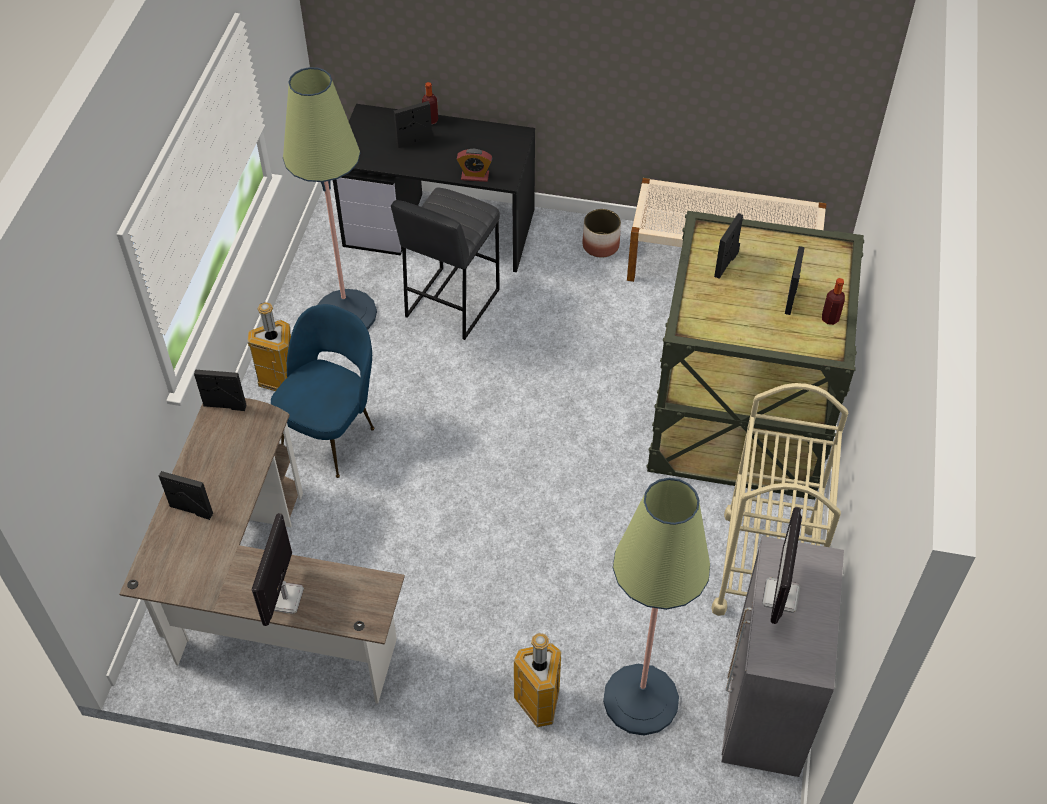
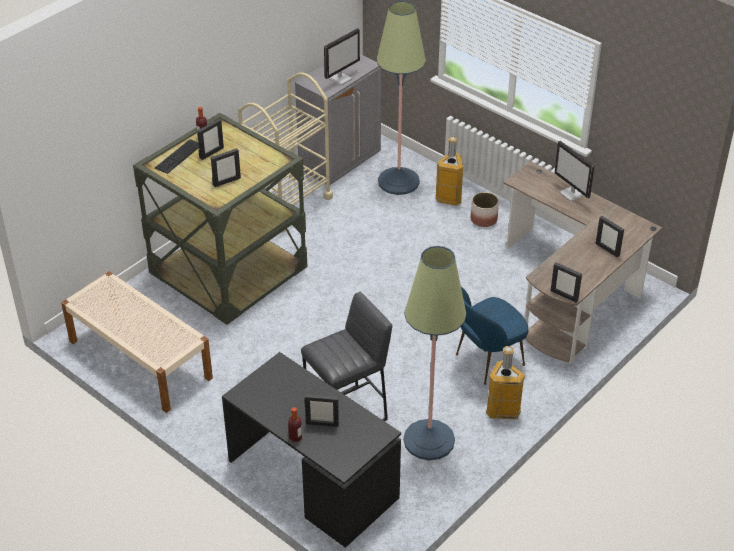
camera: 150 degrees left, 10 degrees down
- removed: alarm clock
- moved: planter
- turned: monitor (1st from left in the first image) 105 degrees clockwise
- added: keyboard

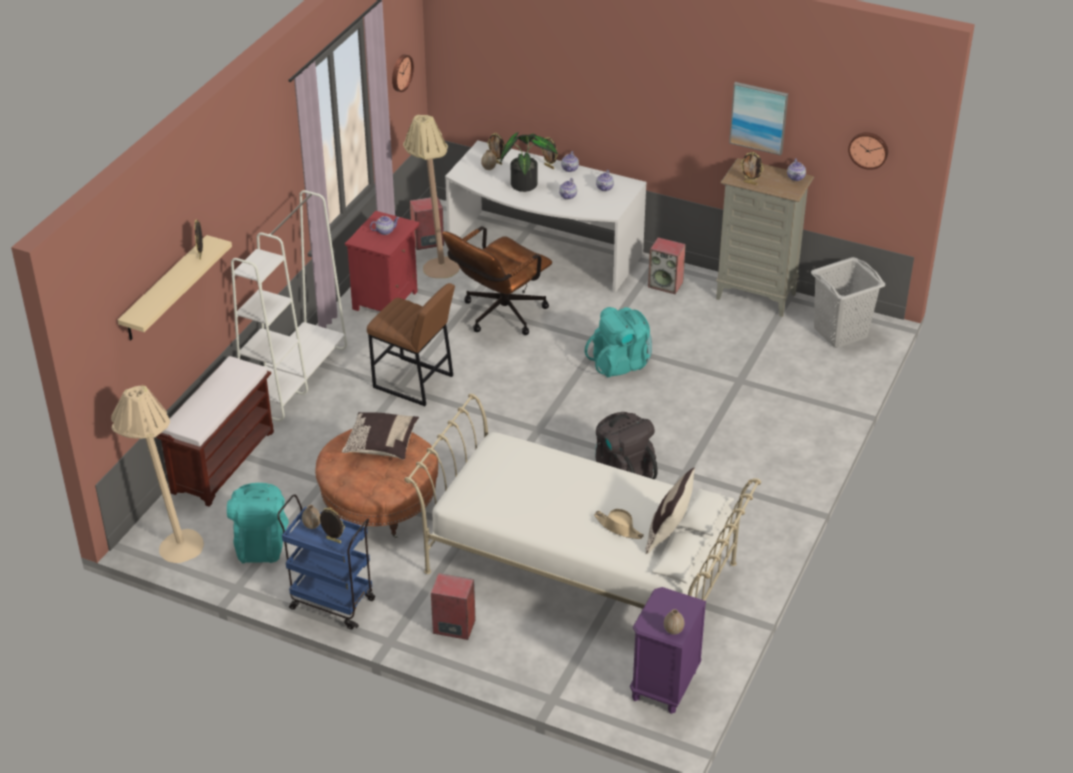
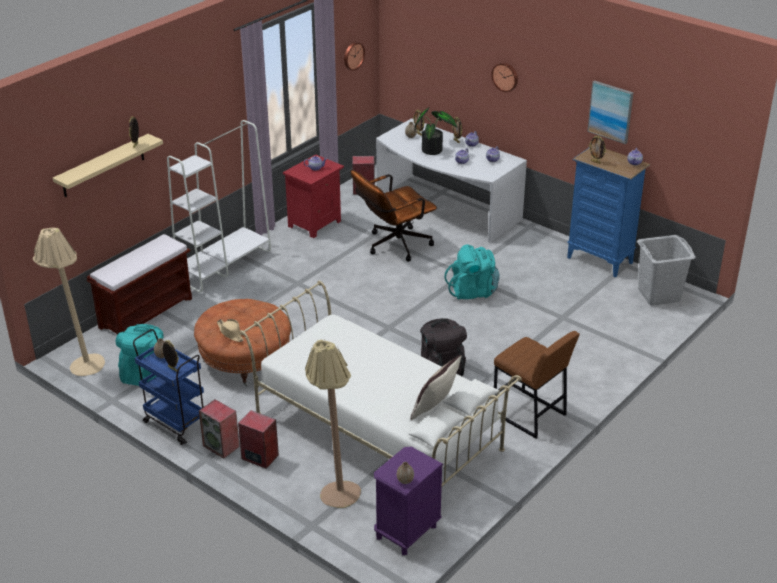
camera: 15 degrees right, 5 degrees down
- moved: beige floor lamp (2nd from left)
- moved: wall clock (2nd from left)
- recoloured: grey dresser to blue dresser
- moved: speaker (3rd from left in the first image) to speaker (1st from left)
- moved: brown chair
- removed: pillow (1st from left)
- moved: beige hat

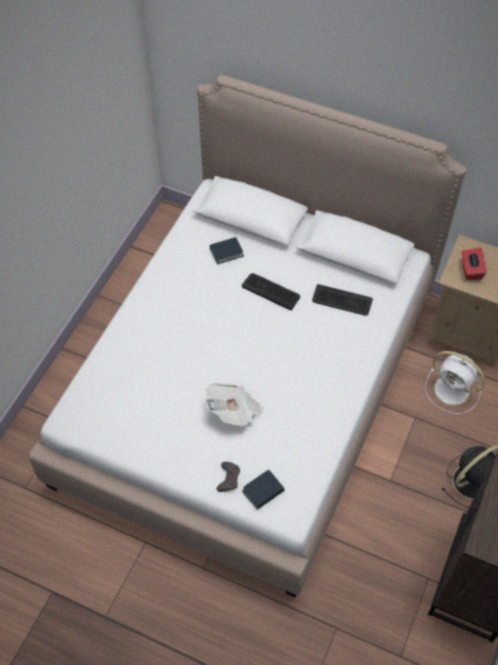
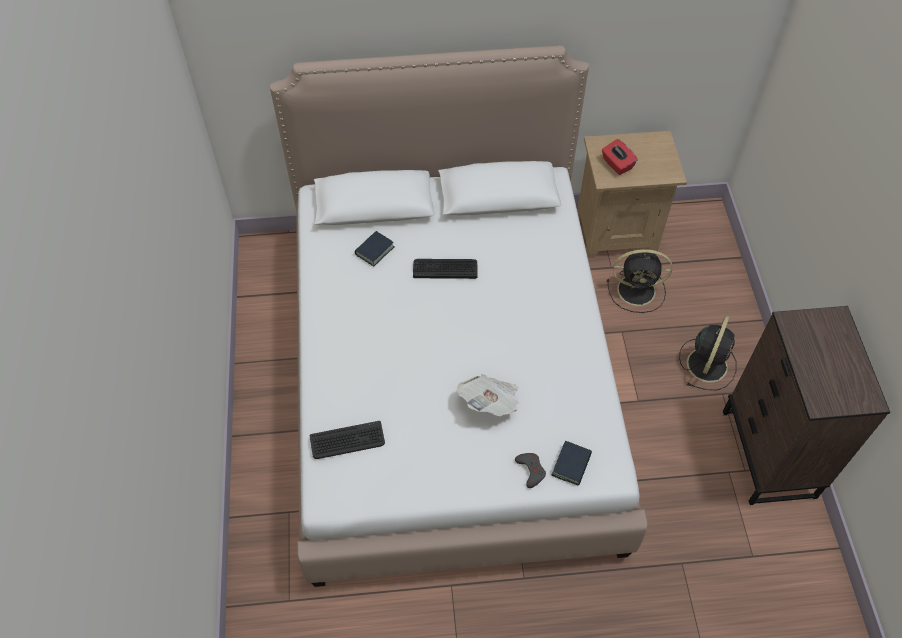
camera: 30 degrees left, 0 degrees up
- moved: keyboard (2nd from left in the first image) to keyboard (1st from left)
- recoloured: white fan to black fan (1st from left)

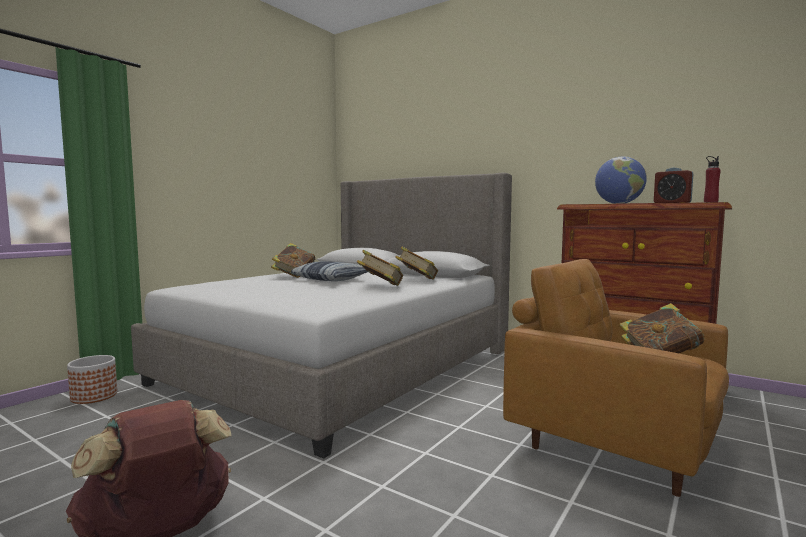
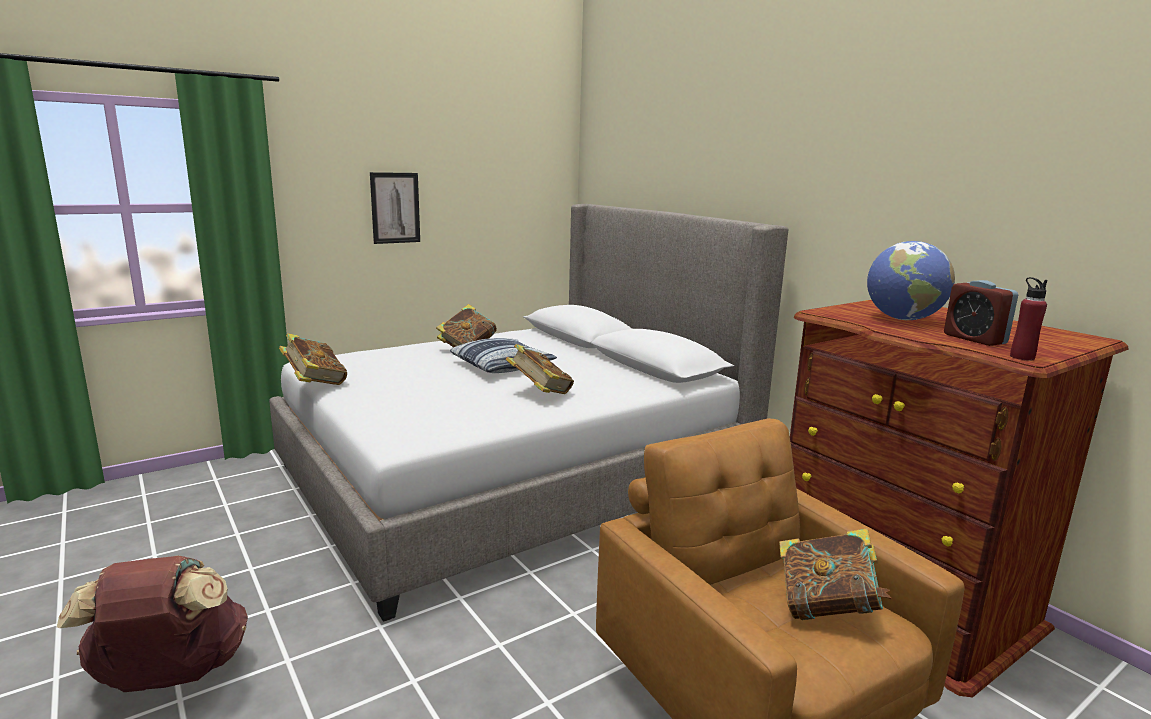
camera: 20 degrees right, 10 degrees up
- moved: book (3rd from left in the first image) to book (1st from left)
- removed: planter
- added: picture

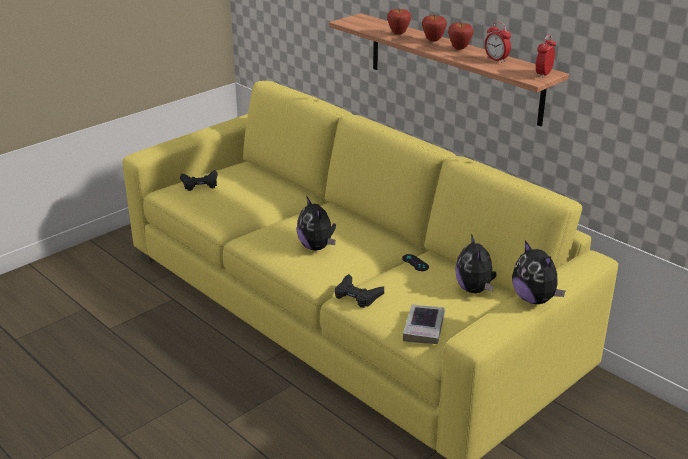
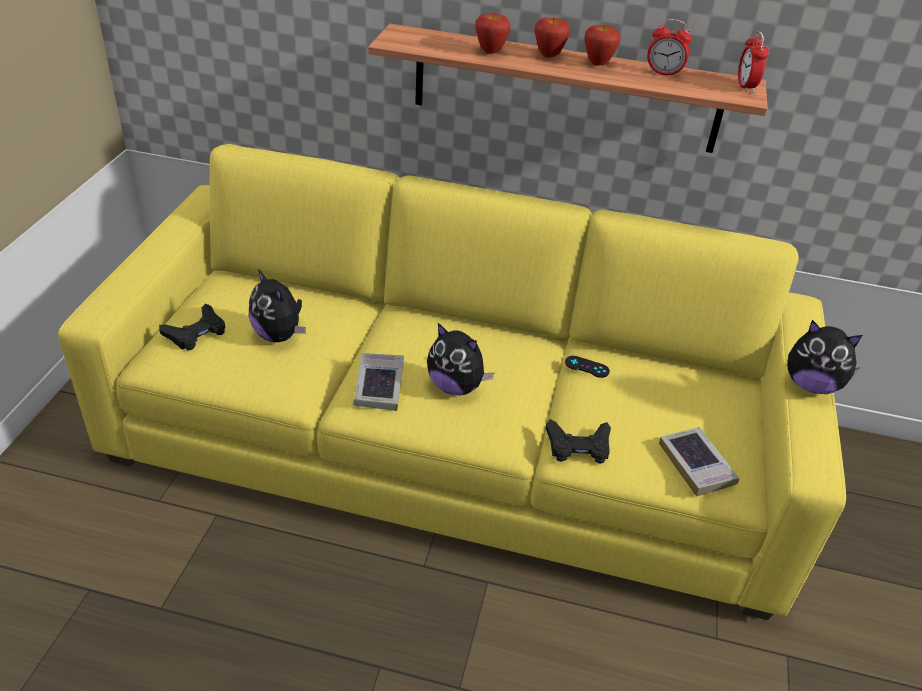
camera: 35 degrees left, 10 degrees up
- moved: plush toy (2nd from left in the first image) to plush toy (1st from left)
- added: book (1st from left)

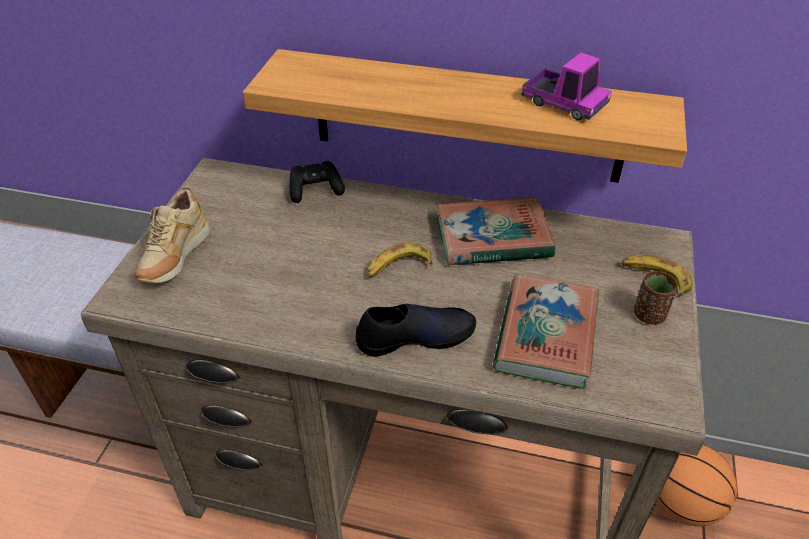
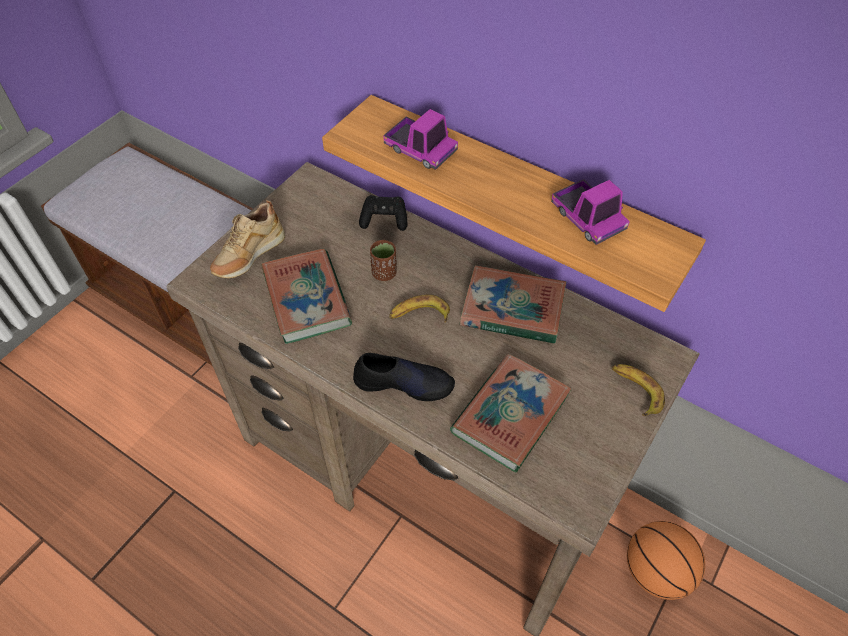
camera: 20 degrees right, 10 degrees up
- moved: brown cup
- added: toy truck (1st from left)
- added: book (1st from left)

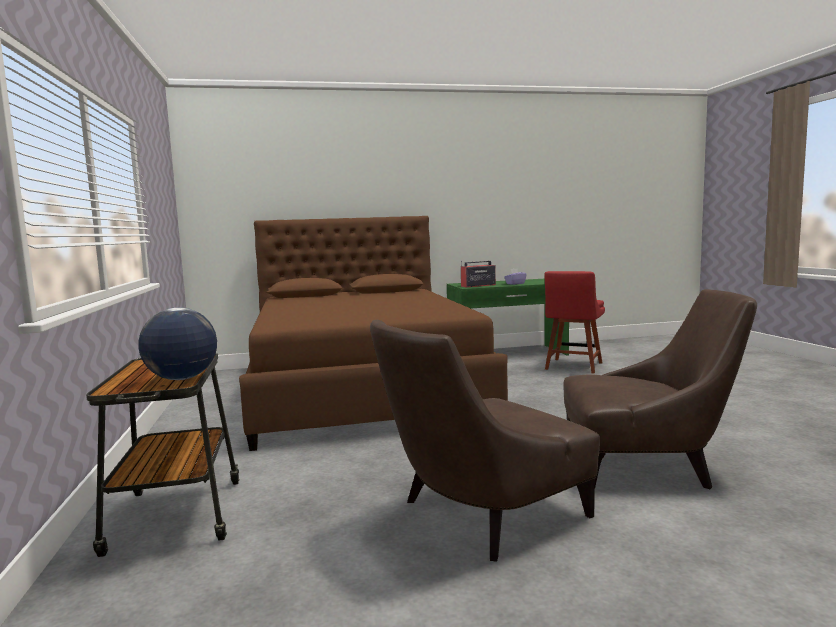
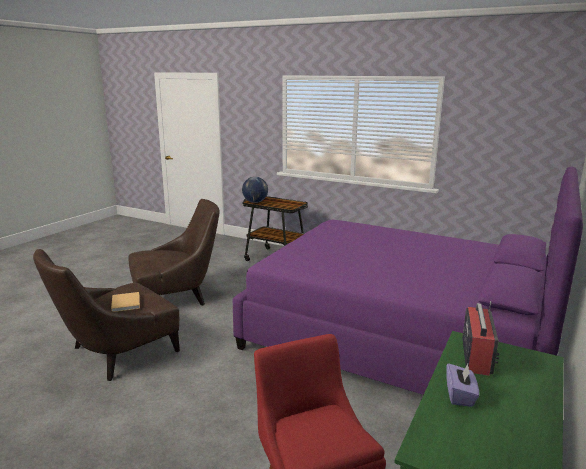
camera: 130 degrees right, 10 degrees up
- recoloured: brown bed to purple bed
- turned: brown armchair (1st from left in the first image) 60 degrees clockwise
- added: beige book

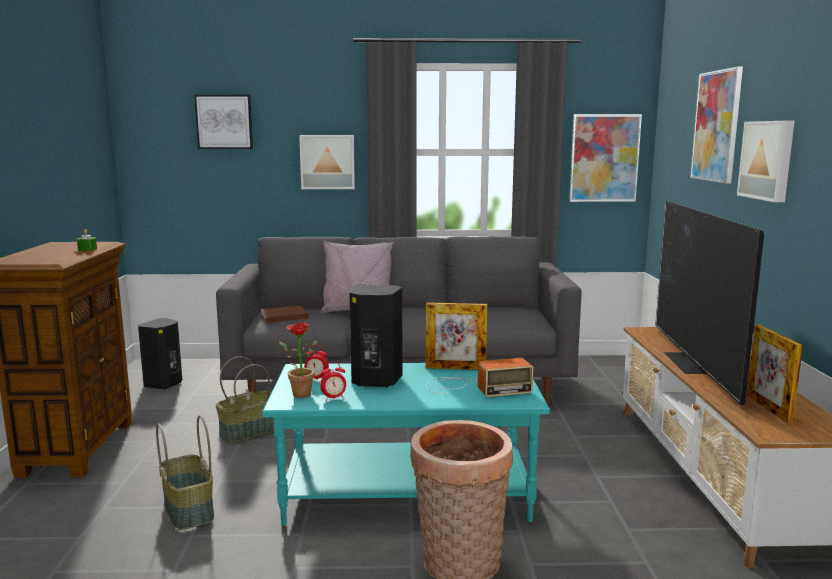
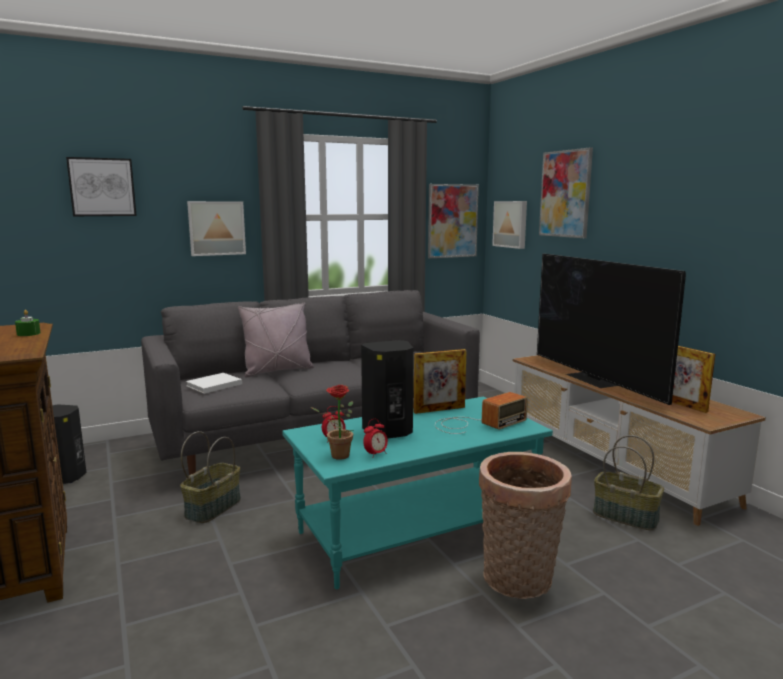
camera: 25 degrees left, 0 degrees up
- moved: picture (5th from left in the first image) to picture (4th from left)
- recoloured: brown book to white book
- moved: basket (1st from left in the first image) to basket (3rd from left)

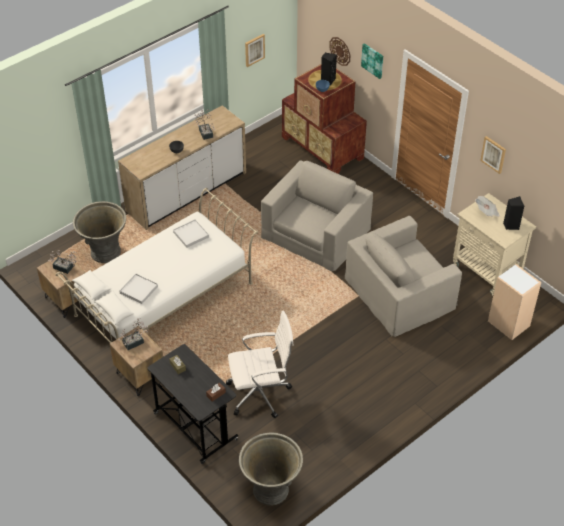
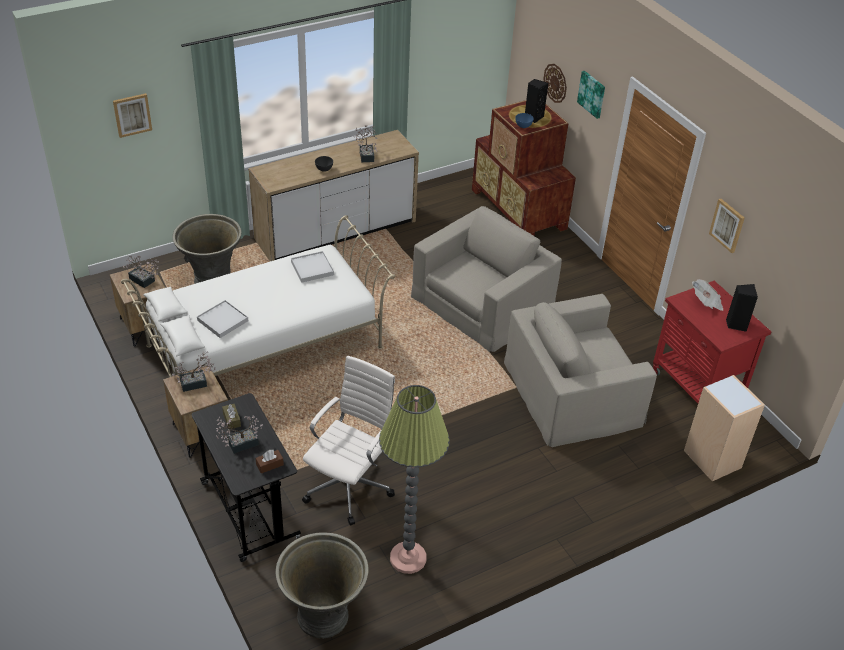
camera: 10 degrees right, 5 degrees down
- moved: picture (1st from left)
- recoloured: beige cart to red cart
- turned: white office chair 60 degrees counterclockwise
- added: floor lamp
- added: potted plant (3rd from left)

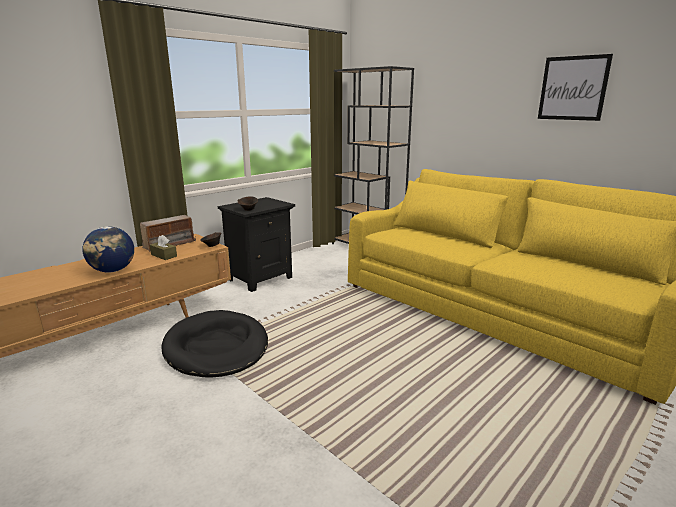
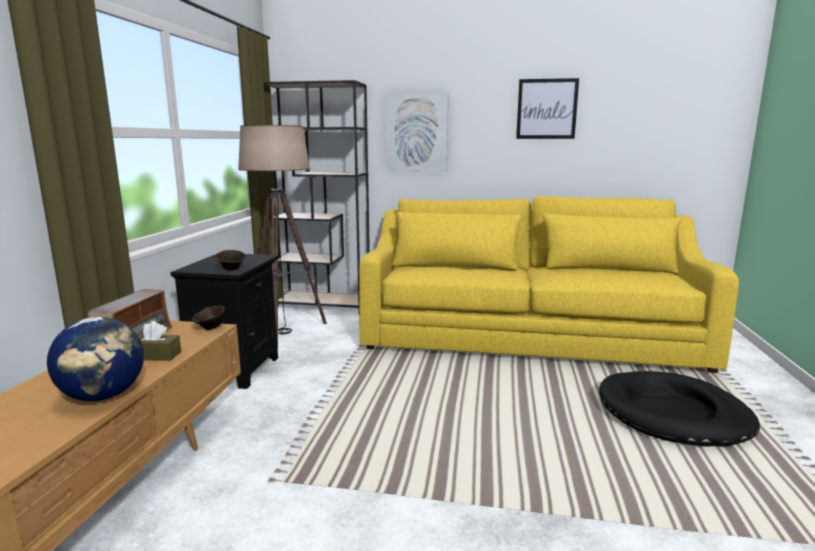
camera: 35 degrees left, 5 degrees down
- moved: black dog bed
- added: picture (1st from left)
- added: floor lamp

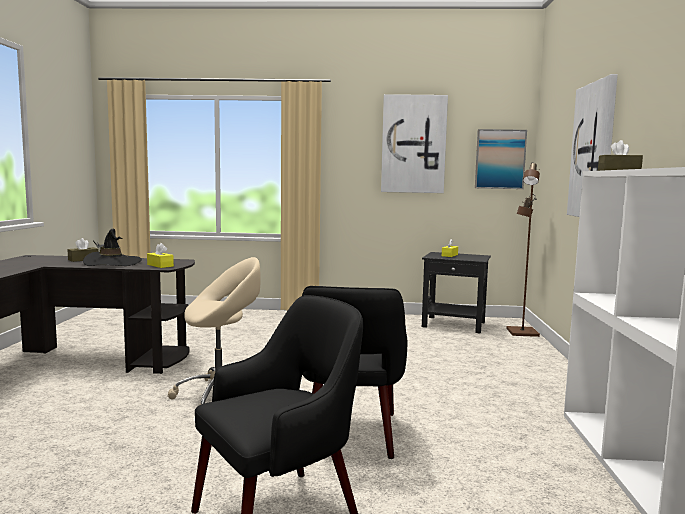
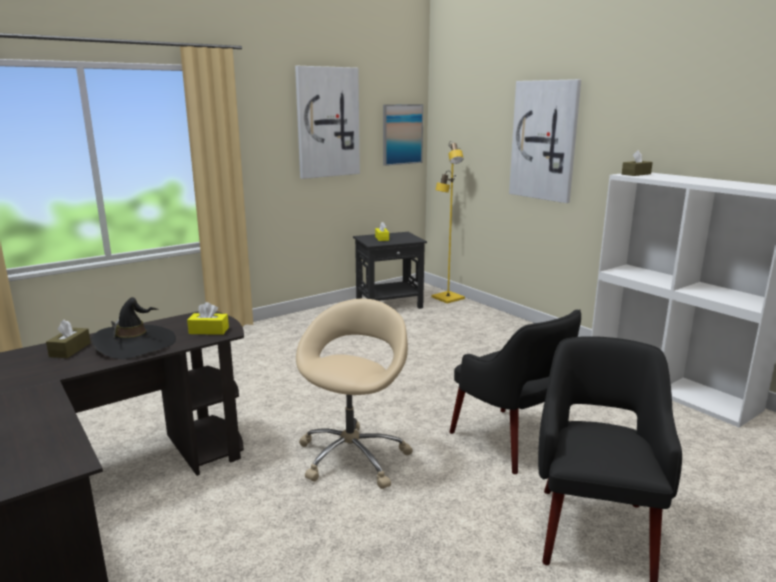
camera: 40 degrees left, 10 degrees up
- recoloured: brown floor lamp to yellow floor lamp

